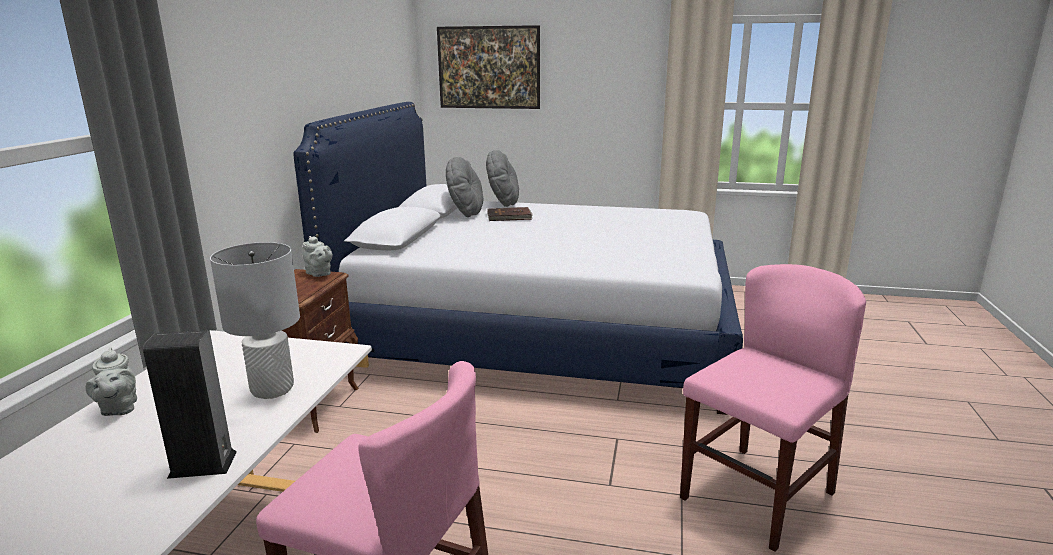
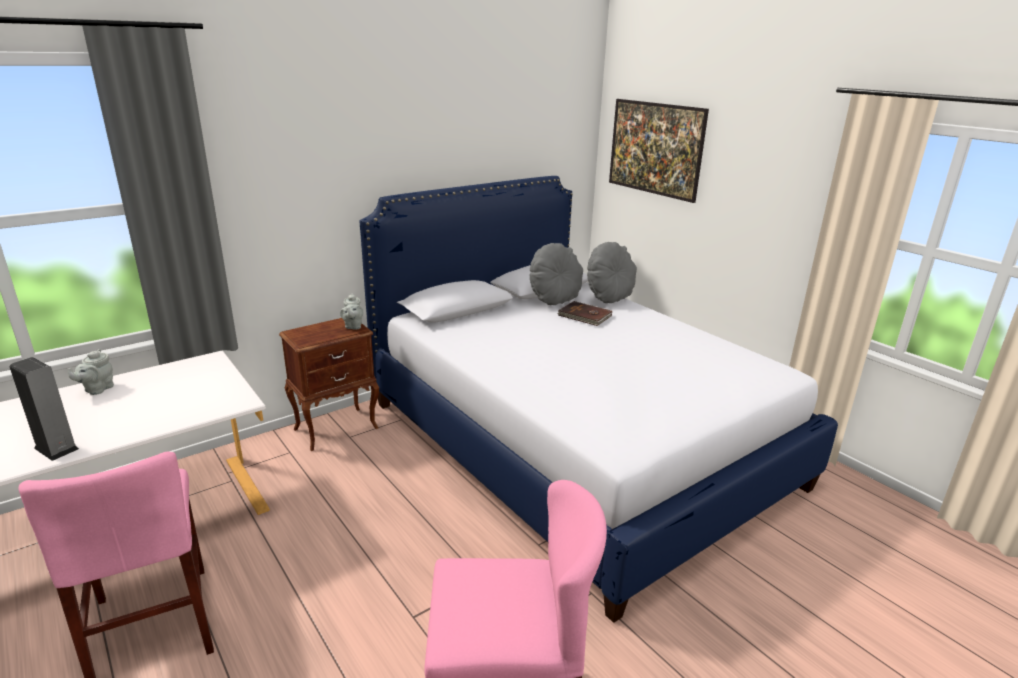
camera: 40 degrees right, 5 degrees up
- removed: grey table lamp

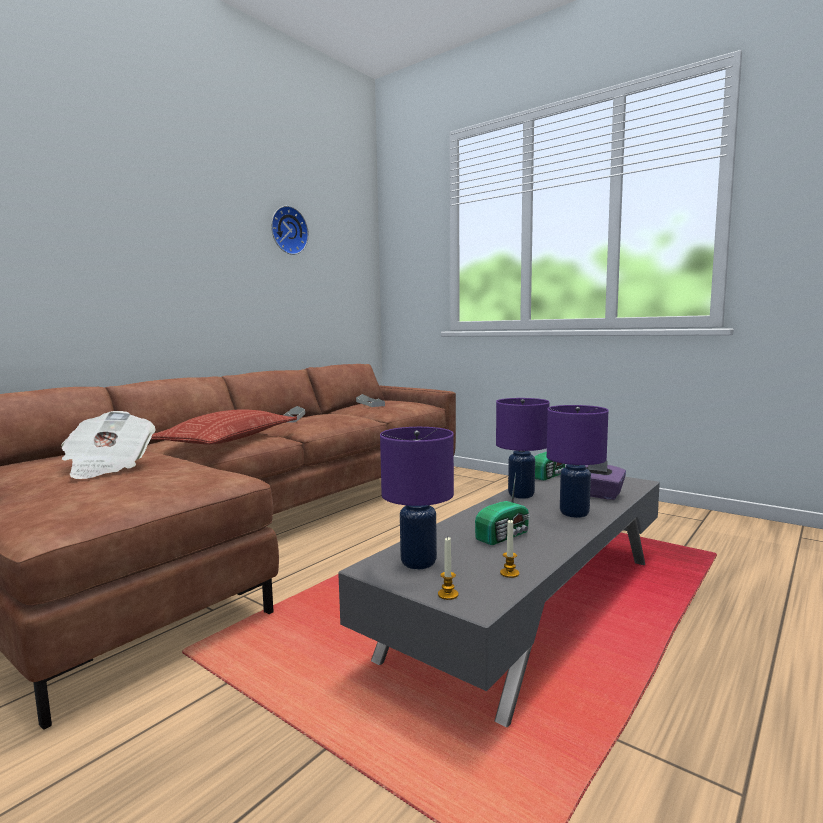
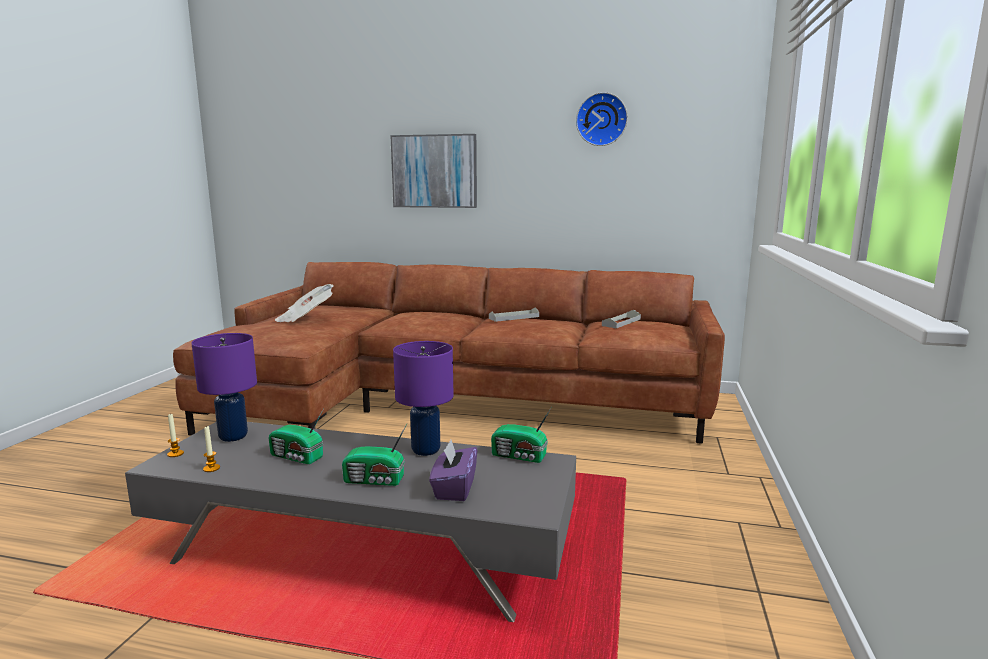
camera: 65 degrees right, 5 degrees up
- replaced: purple table lamp (3rd from left) to radio (2nd from left)
- removed: pillow
- added: picture

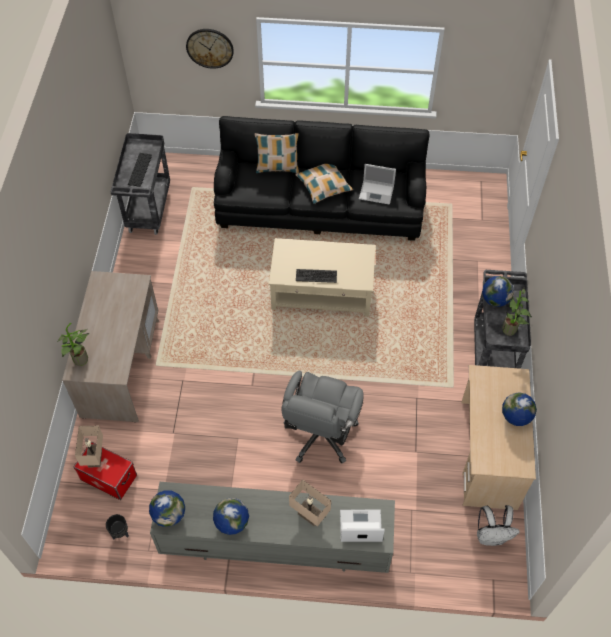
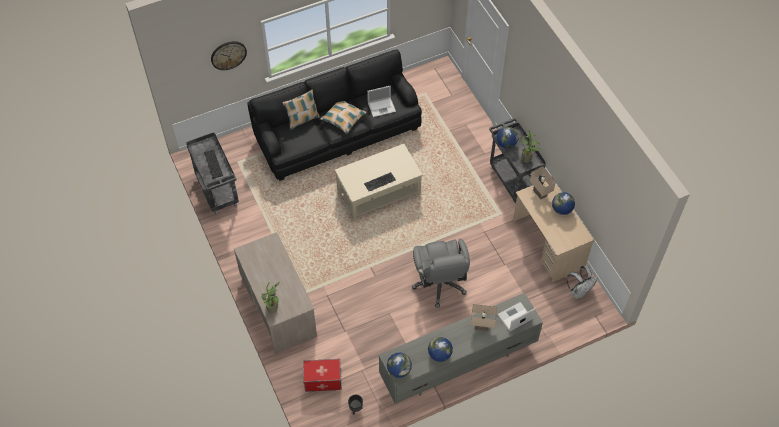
camera: 30 degrees left, 0 degrees up
- moved: beige table lamp (1st from left in the first image) to beige table lamp (2nd from left)

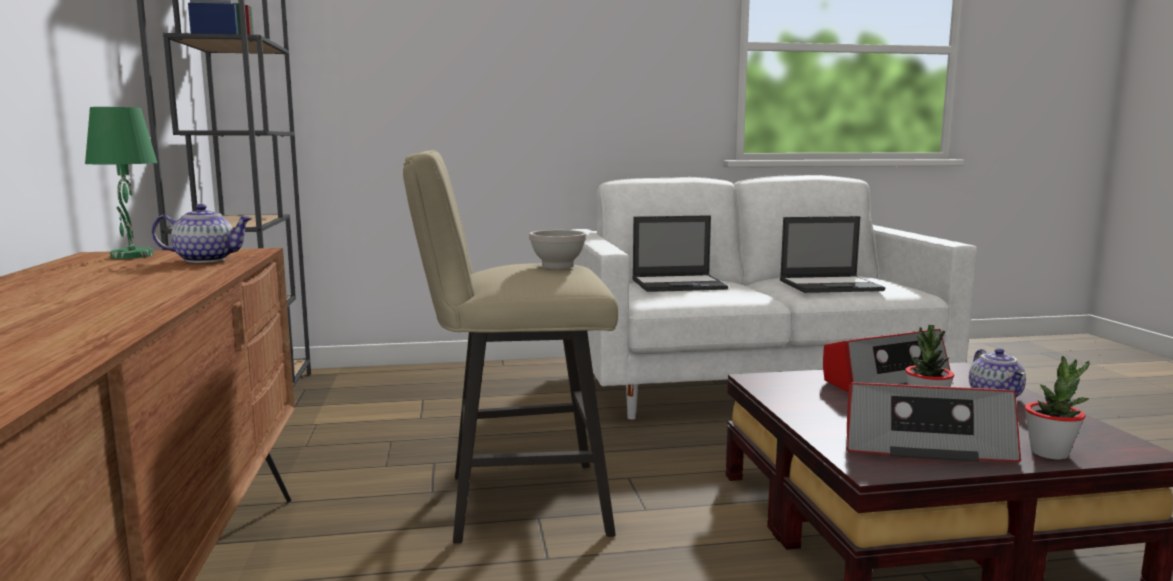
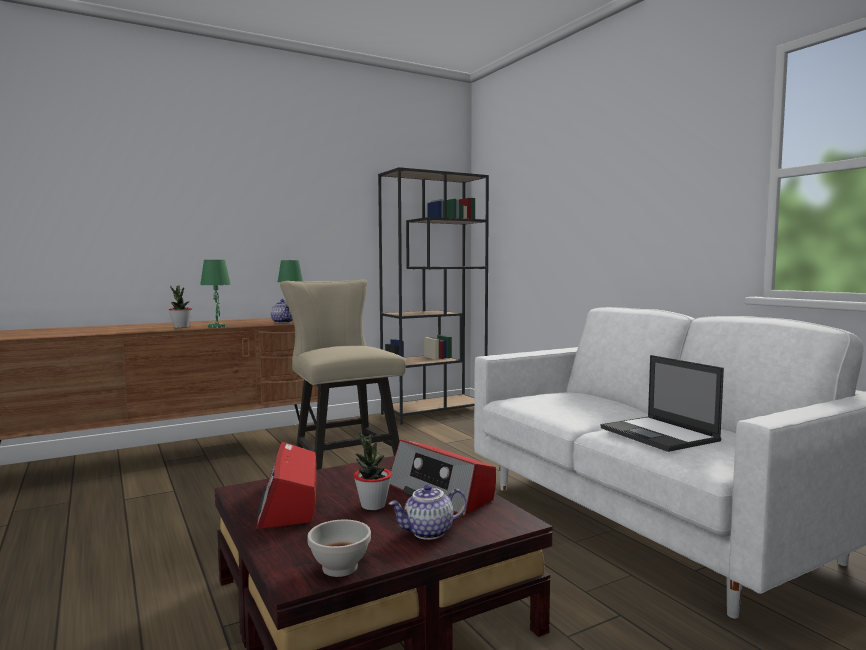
camera: 70 degrees right, 5 degrees down
- removed: laptop (1st from left)
- moved: white bowl
- moved: potted plant (2nd from left in the first image) to potted plant (1st from left)
- added: green table lamp (1st from left)

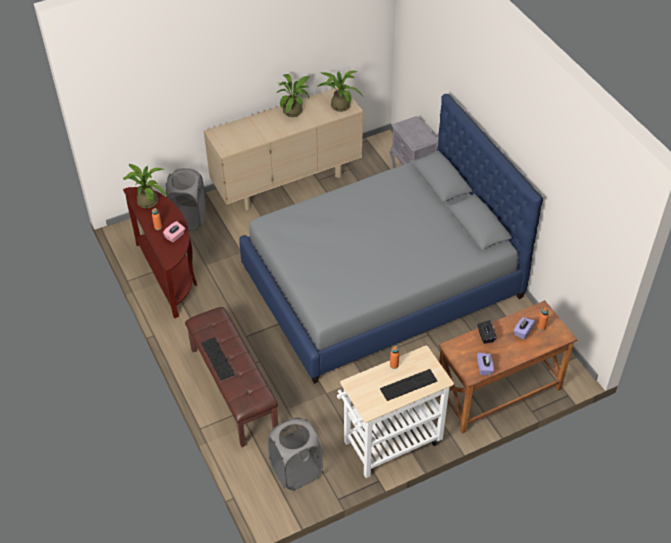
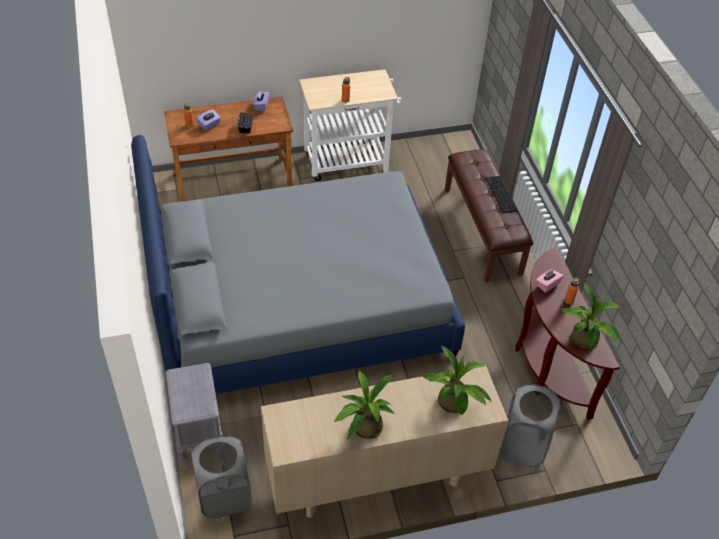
camera: 170 degrees left, 0 degrees up
- moved: potted plant (3rd from left in the first image) to potted plant (2nd from left)
- removed: keyboard (2nd from left)
- moved: grey laundry basket (2nd from left in the first image) to grey laundry basket (1st from left)

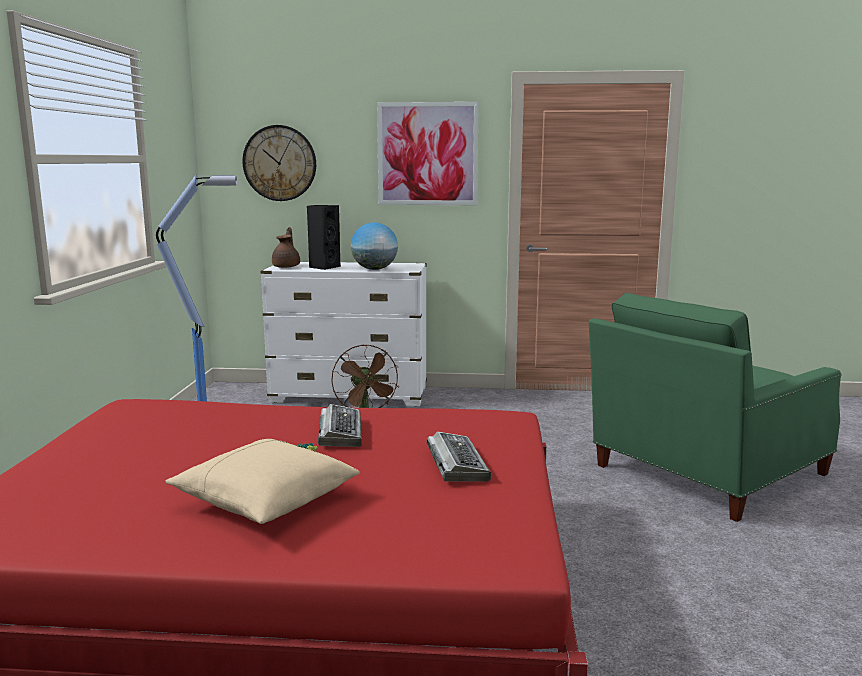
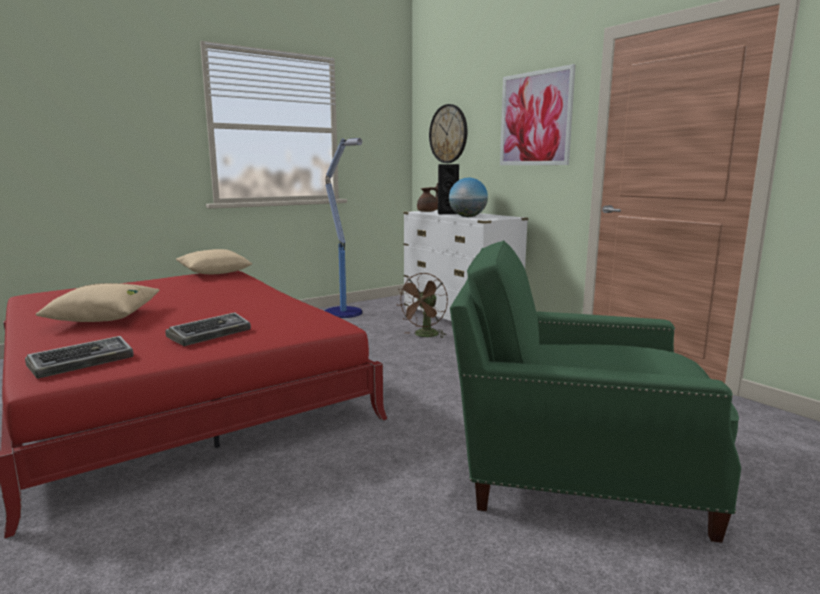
camera: 50 degrees right, 0 degrees up
- moved: keyboard (1st from left)
- added: beige pillow (2nd from left)

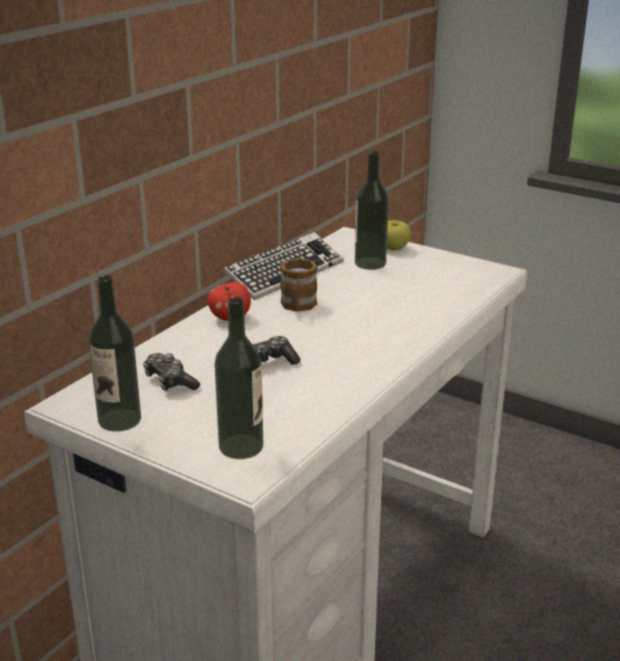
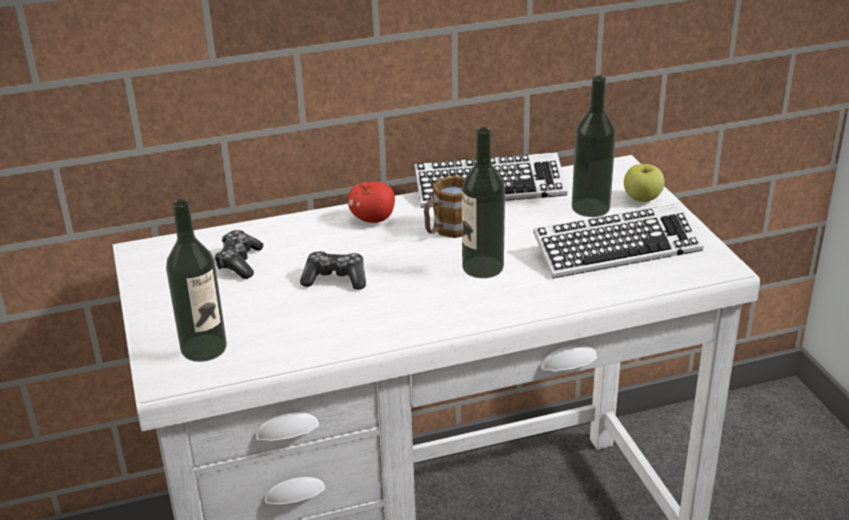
camera: 40 degrees right, 5 degrees up
- moved: bottle (1st from left in the first image) to bottle (2nd from left)
- added: keyboard (2nd from left)

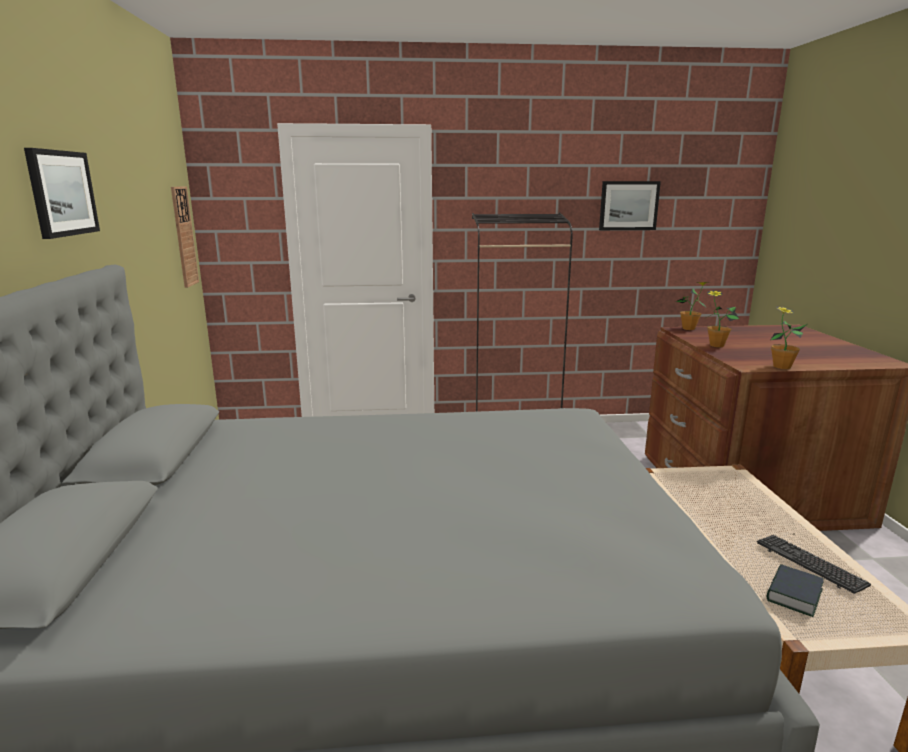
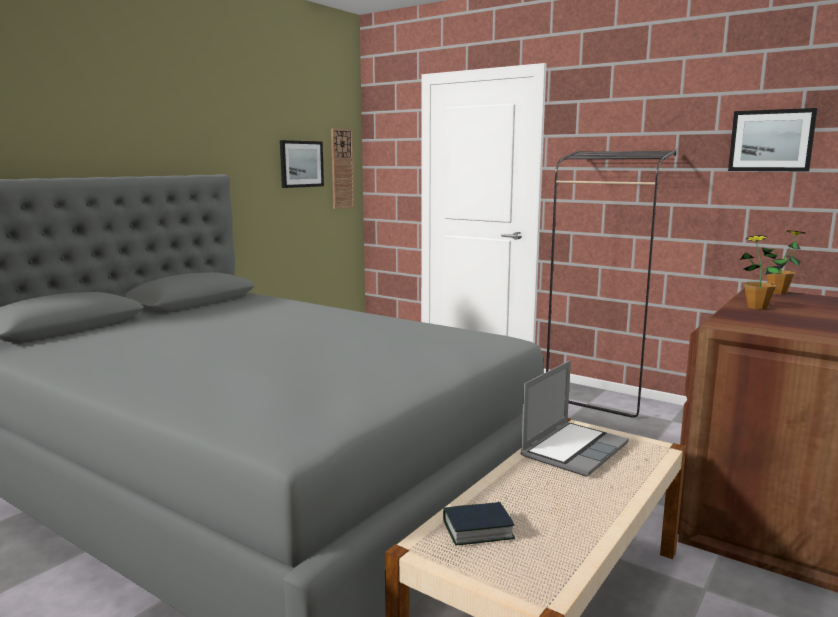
camera: 40 degrees right, 5 degrees down
- moved: picture (1st from left)
- removed: potted plant (3rd from left)
- removed: keyboard
- added: laptop

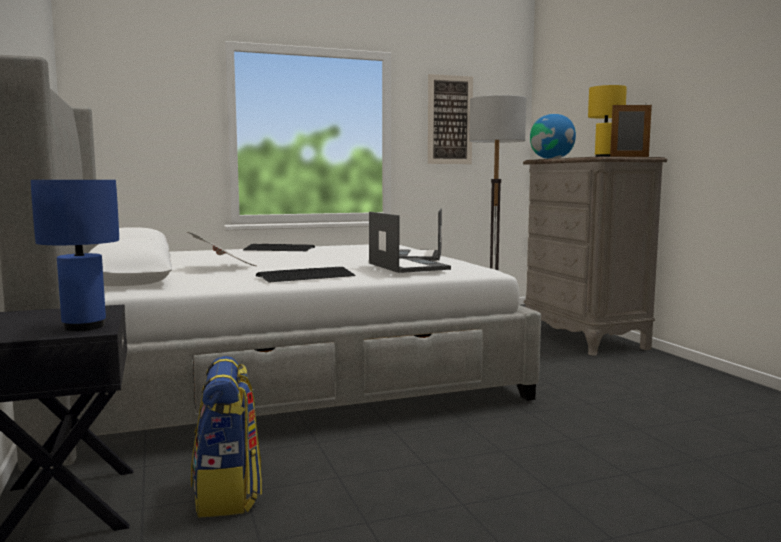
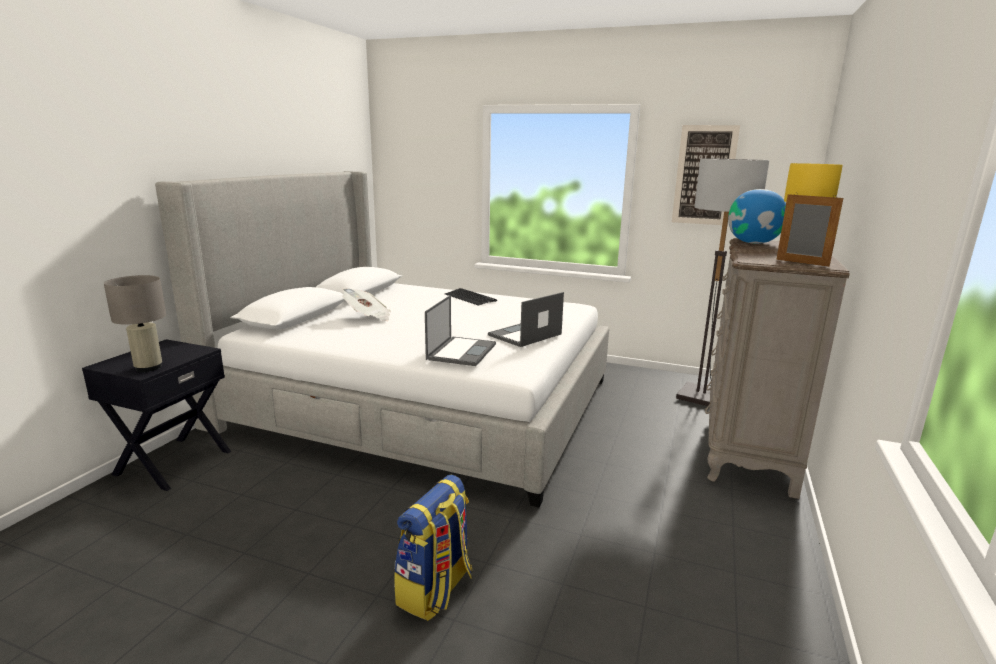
camera: 40 degrees right, 10 degrees up
- recoloured: blue table lamp to grey table lamp
- removed: keyboard (2nd from left)
- moved: backpack

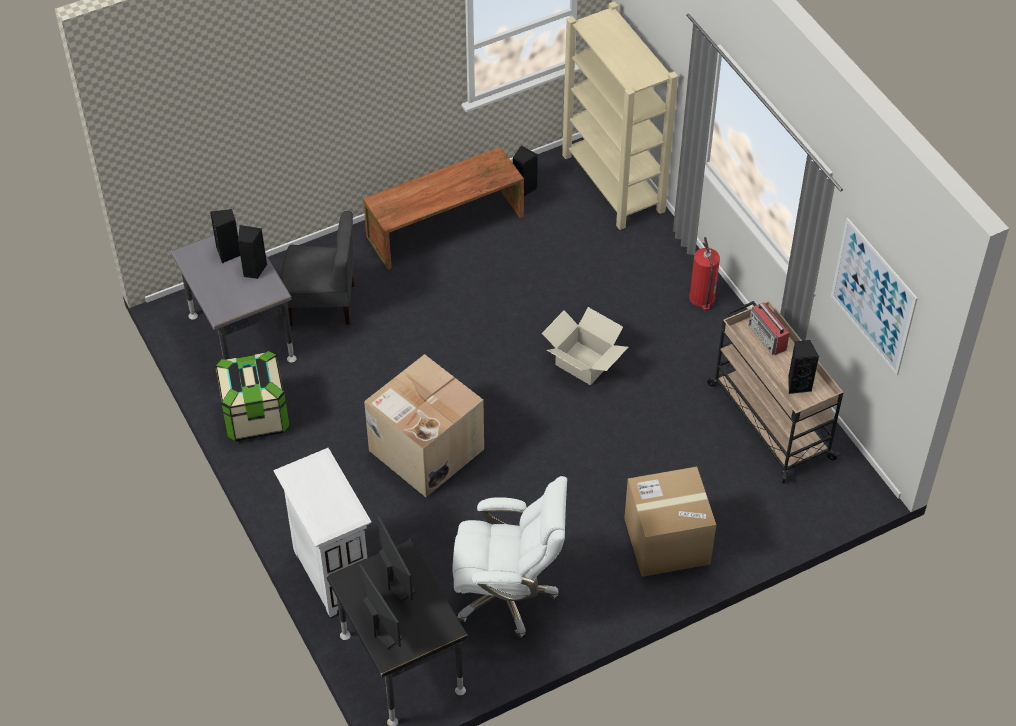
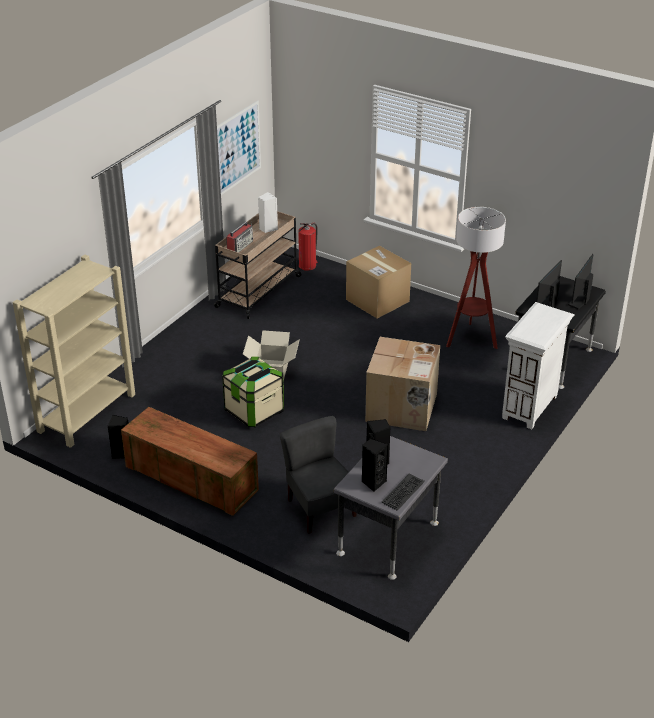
camera: 120 degrees left, 15 degrees down
- moved: fire extinguisher
- recoloured: black speaker (4th from left) to white speaker
- moved: storage box
- replaced: white office chair to floor lamp
- added: keyboard

